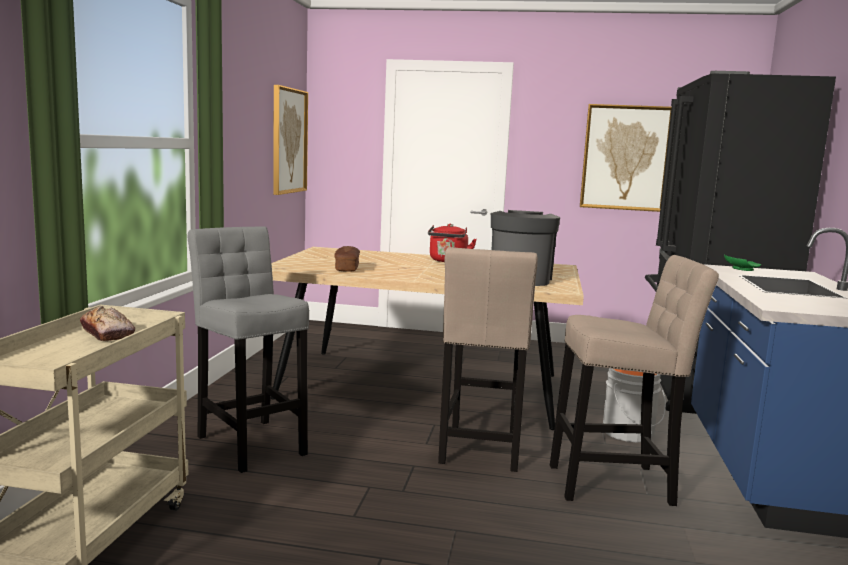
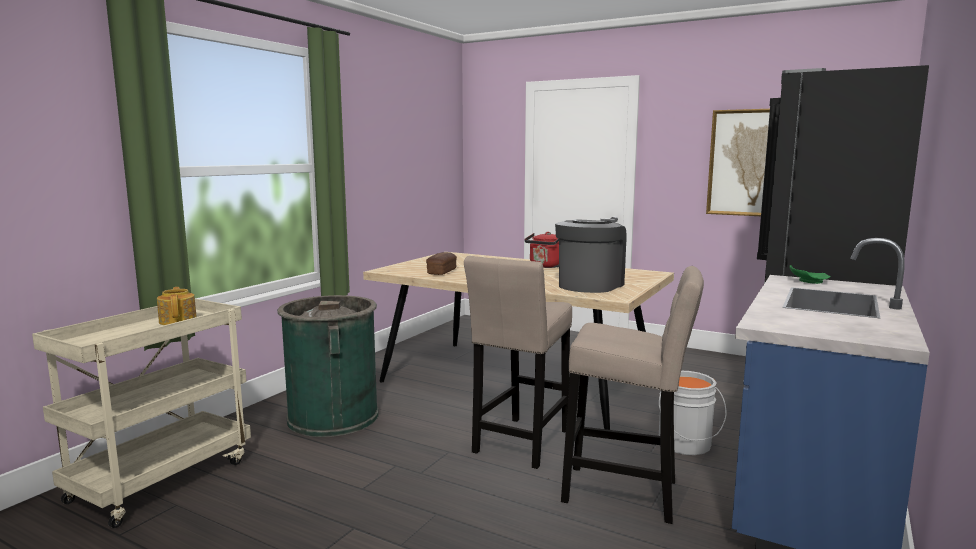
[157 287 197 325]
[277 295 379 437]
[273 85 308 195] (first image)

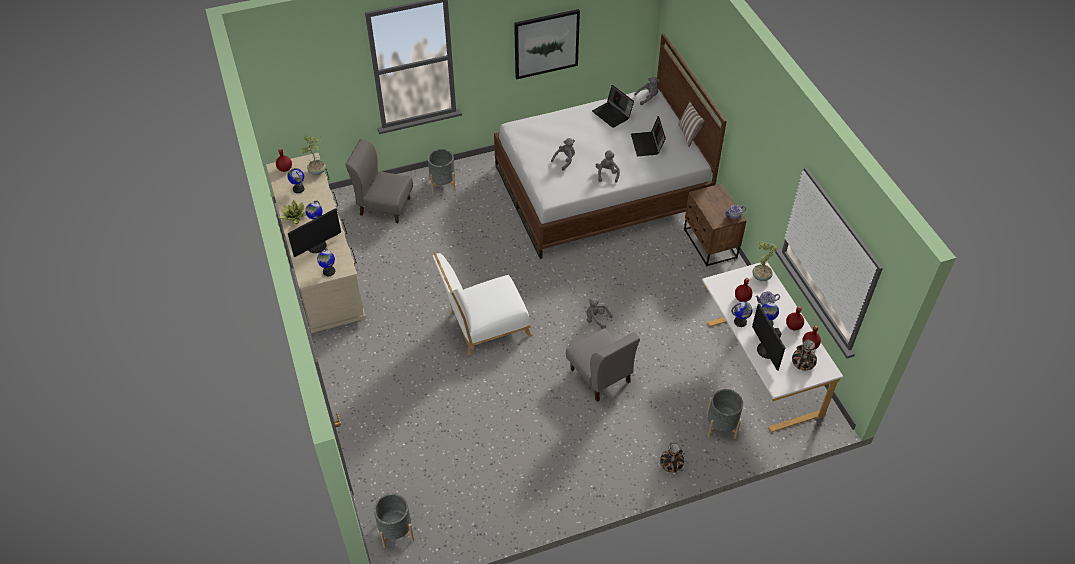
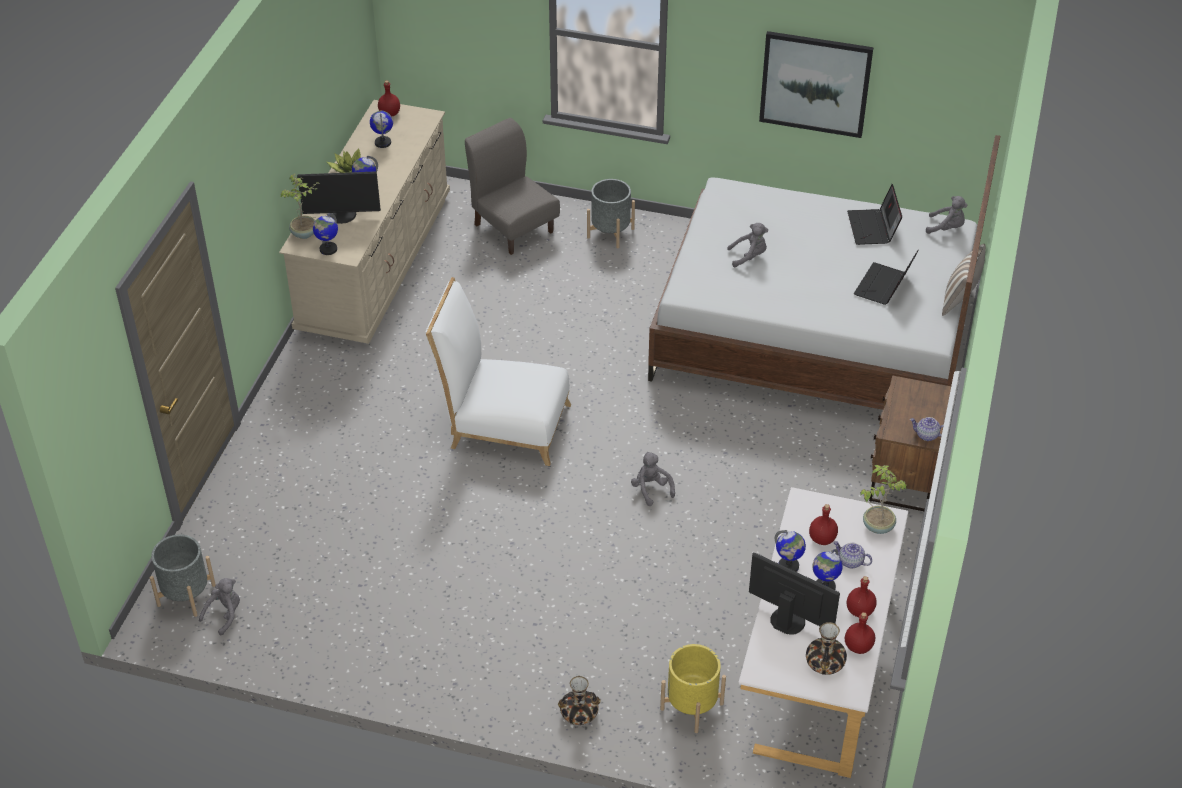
[280 173 318 239]
[566 328 640 402] (first image)
[199 578 240 636]
[660 644 726 733]
[749 553 840 635]

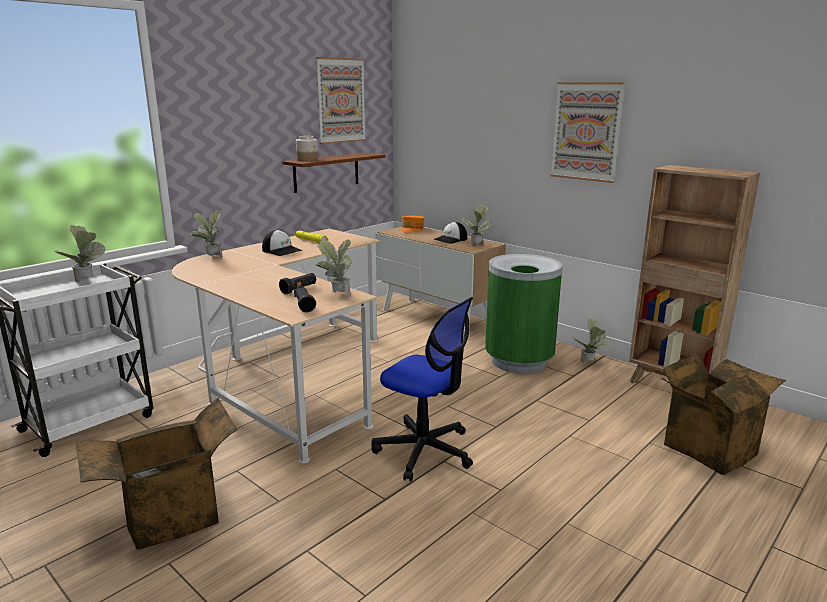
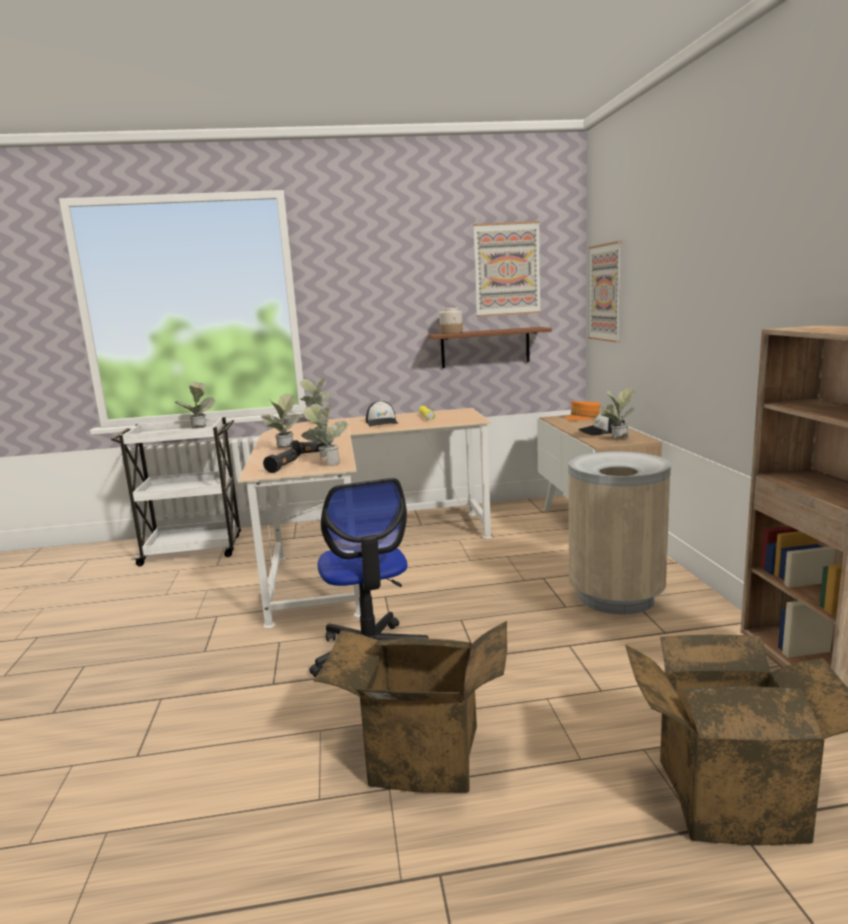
[313 621 507 793]
[568 451 671 615]
[588 241 622 342]
[261 394 300 449]

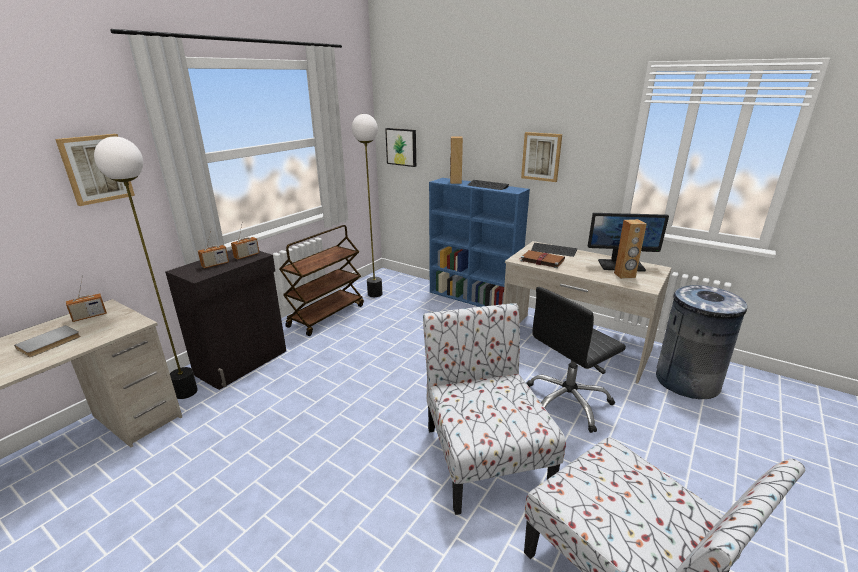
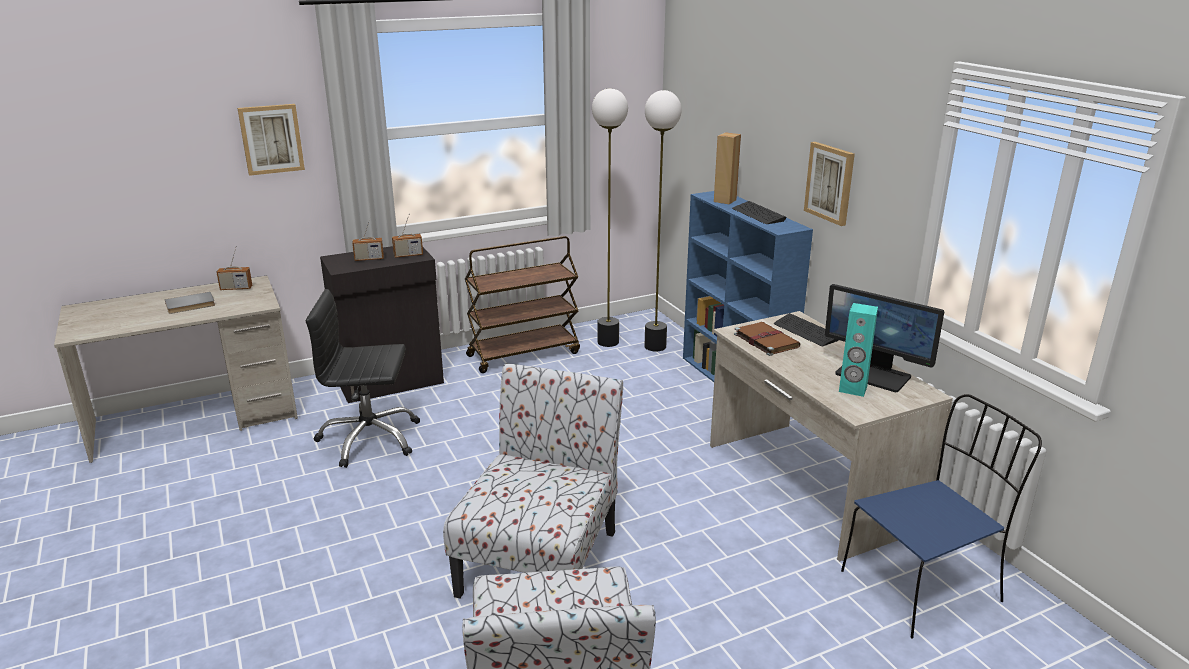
[645 90 682 351]
[385 128 416 167] (first image)
[306 289 420 468]
[839 303 878 397]
[841 394 1042 639]

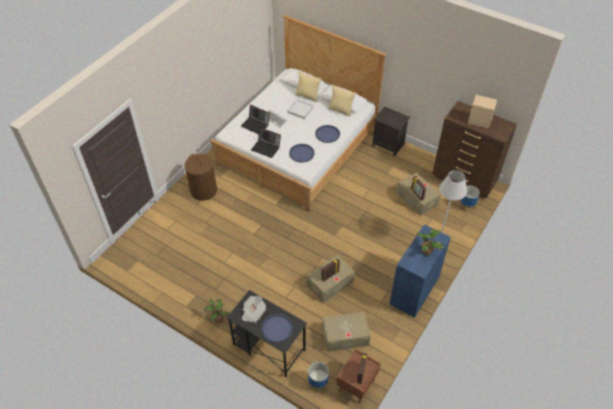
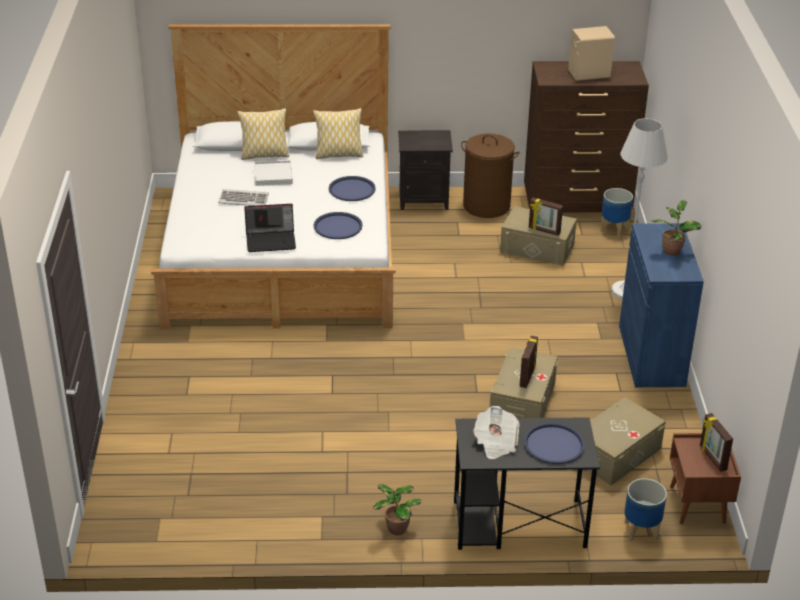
[461 134 520 218]
[241 105 270 134] (first image)

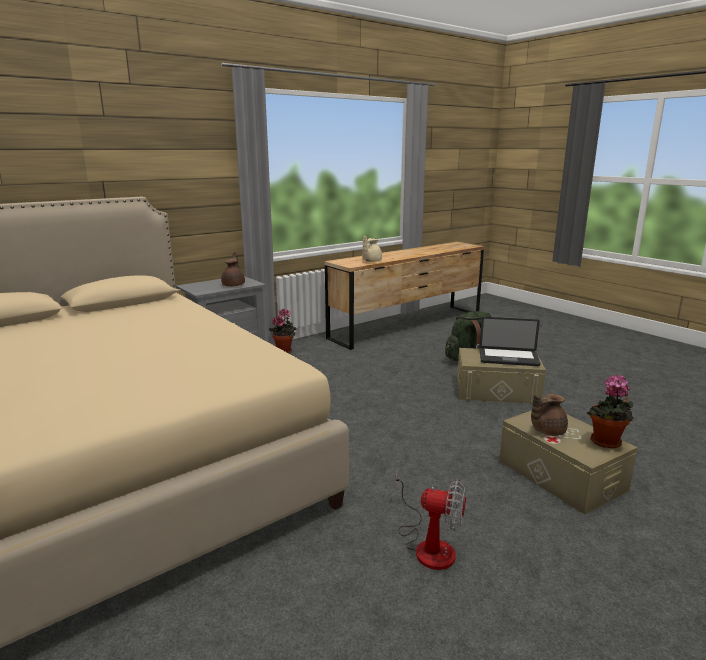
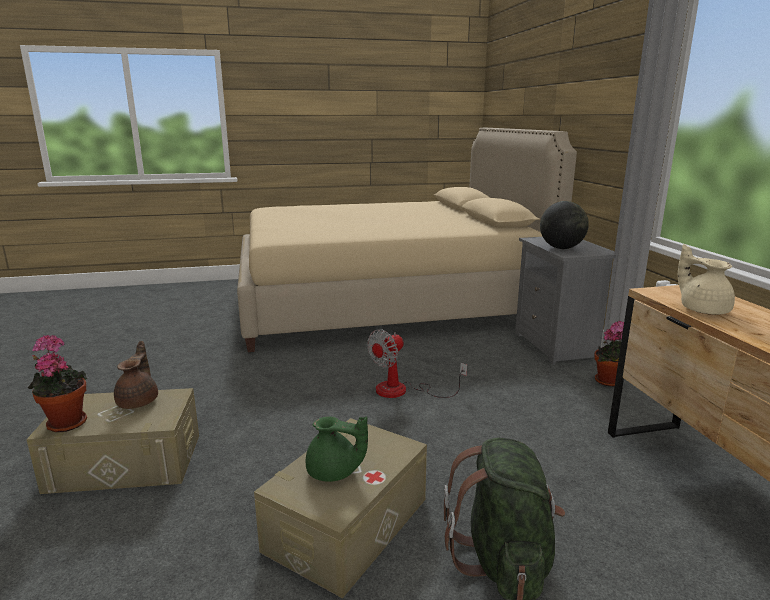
[540 201 589 249]
[367 329 467 398]
[306 416 368 482]

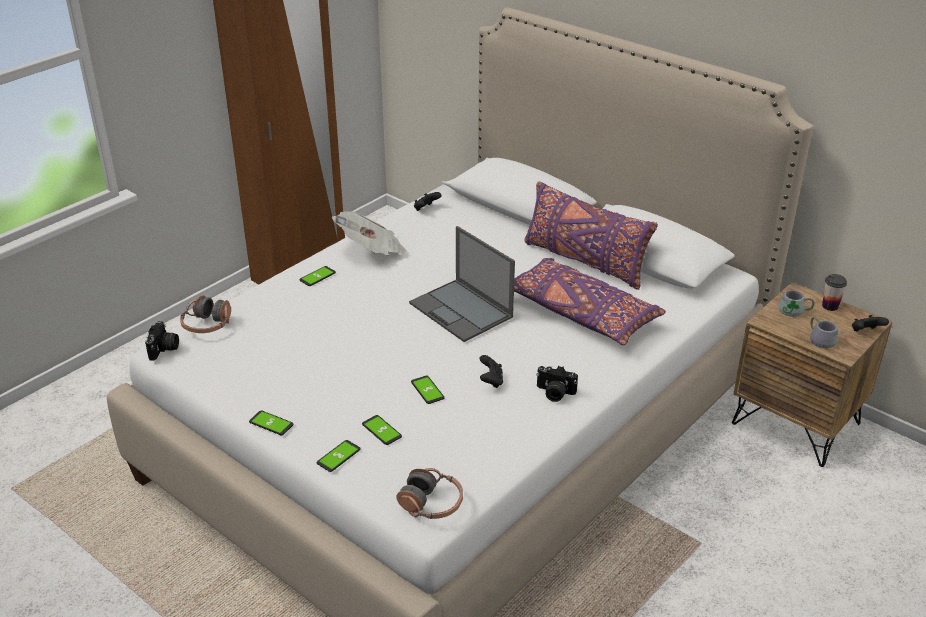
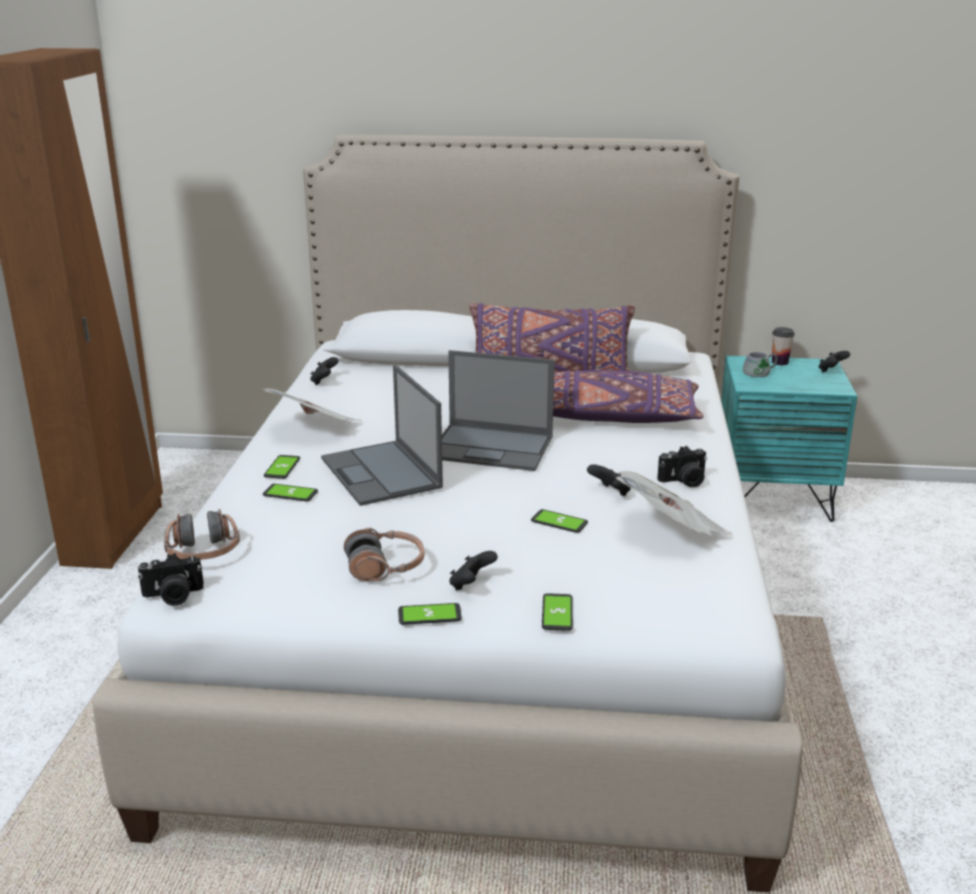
[138 553 204 606]
[263 484 318 502]
[344 528 424 581]
[721 356 857 522]
[810 316 838 348] (first image)
[321 365 443 506]
[449 551 498 591]
[615 471 732 536]

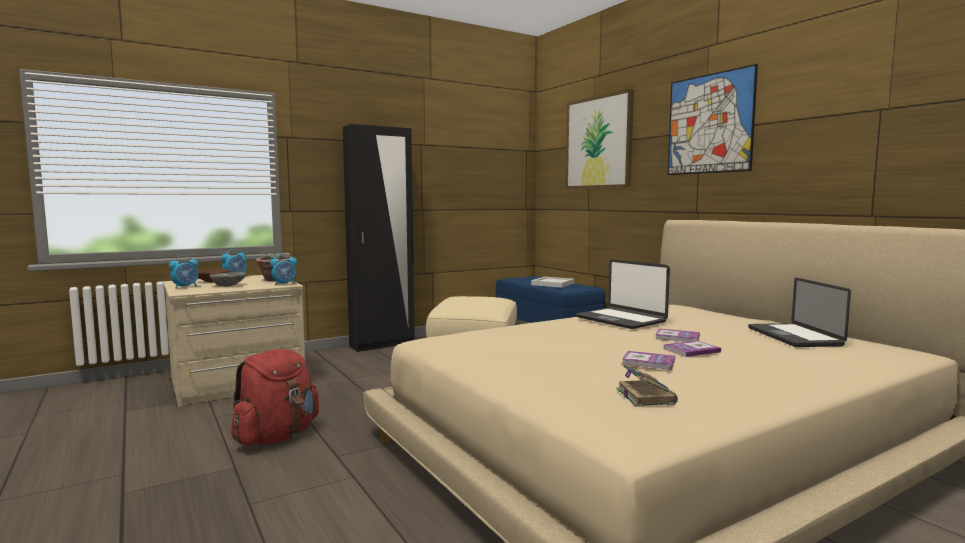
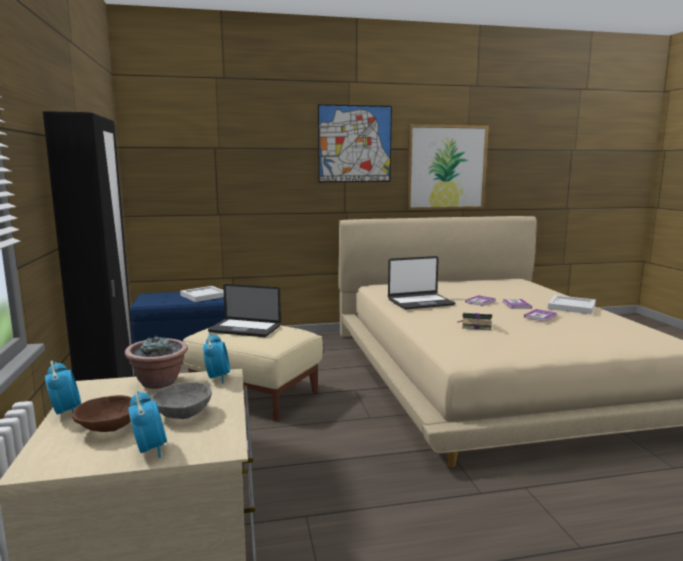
[231 349 319 445] (first image)
[406 124 489 210]
[458 312 492 330]
[208 284 281 337]
[548 295 596 314]

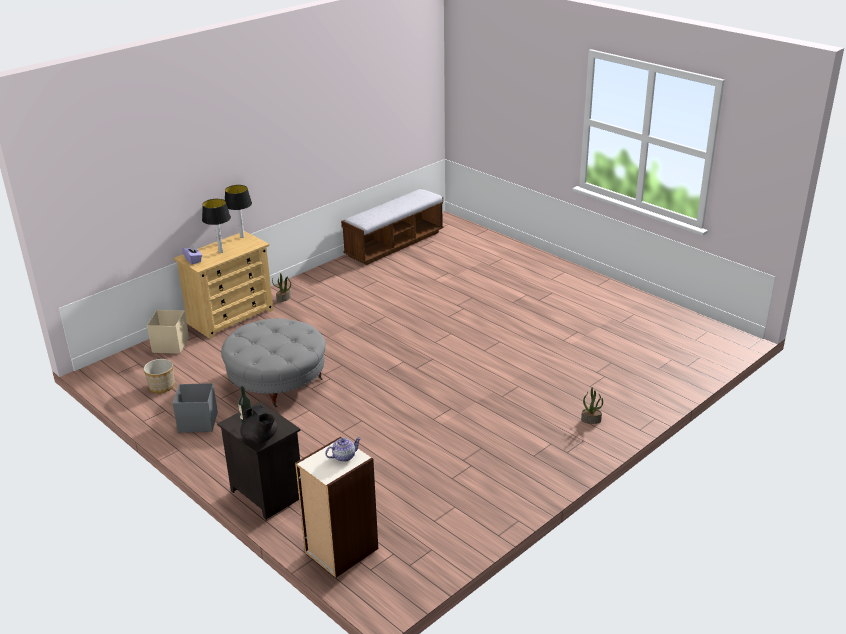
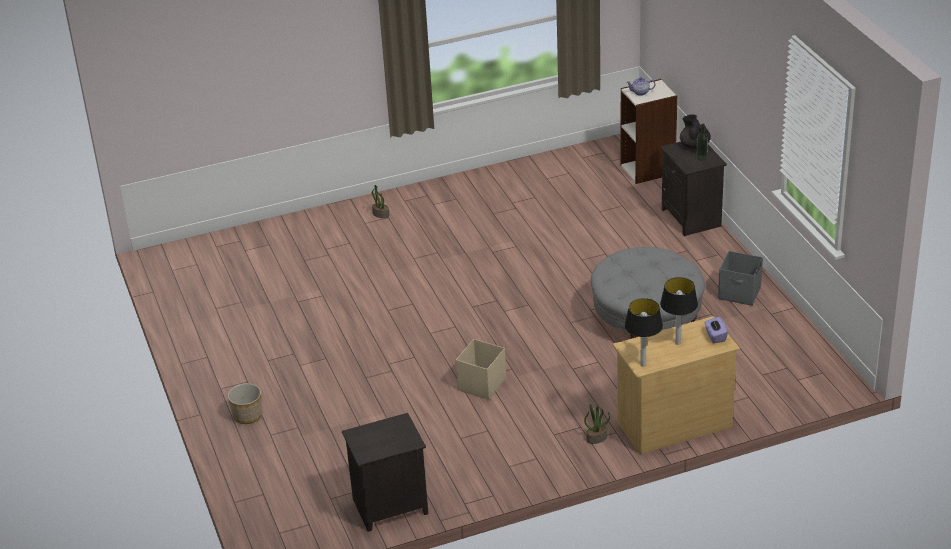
[228 383 262 424]
[456 339 506 400]
[342 413 428 532]

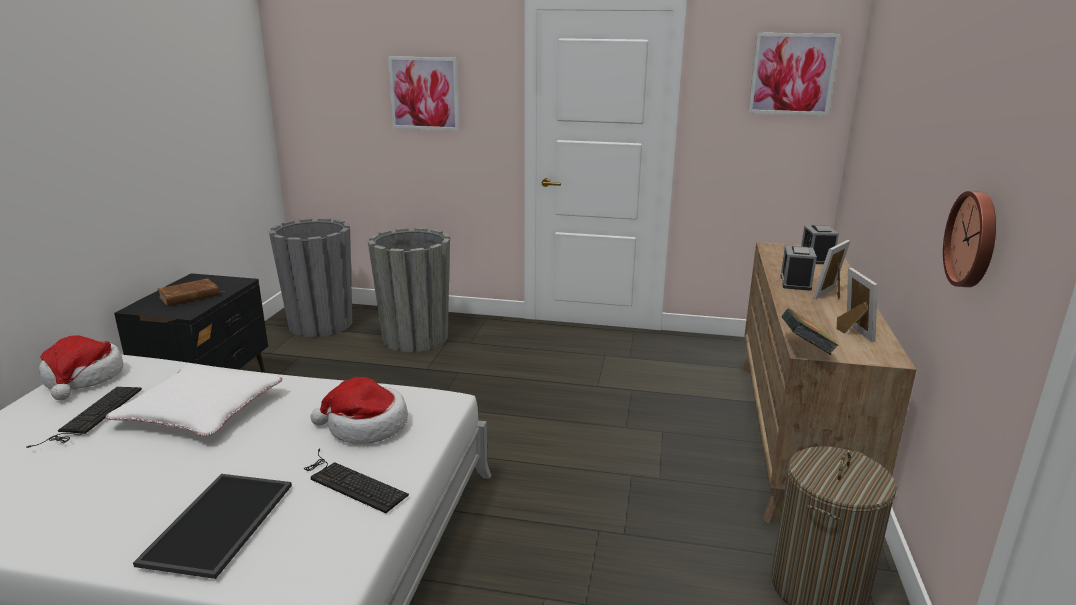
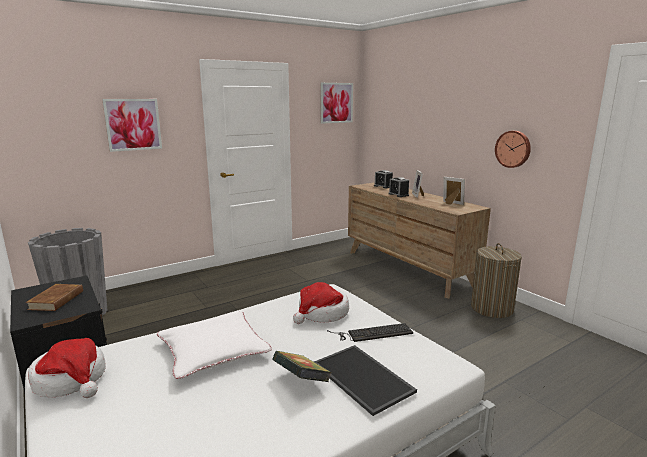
[26 387 142 448] (first image)
[368 227 450 352] (first image)
[272 351 332 382]

